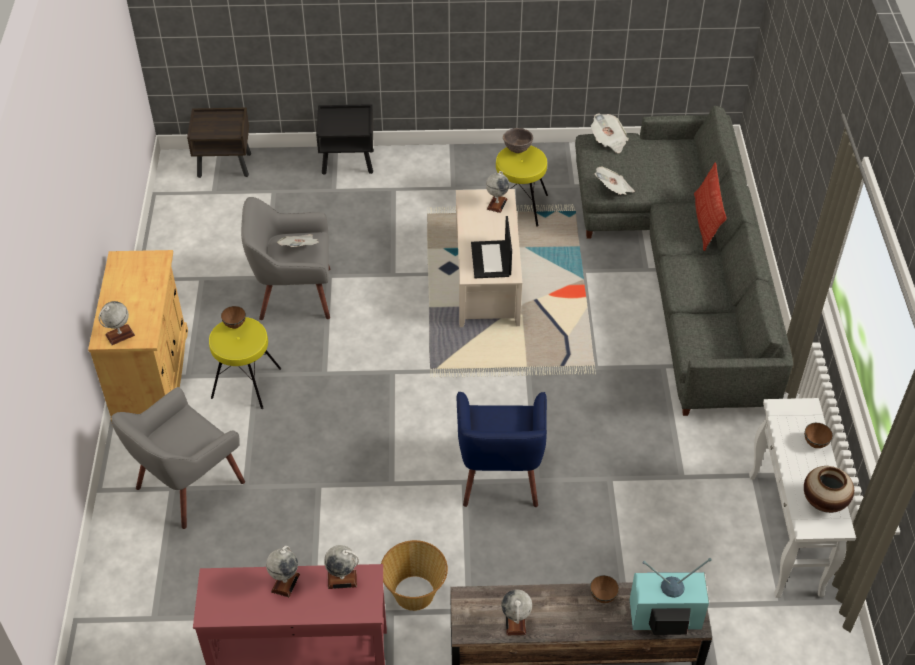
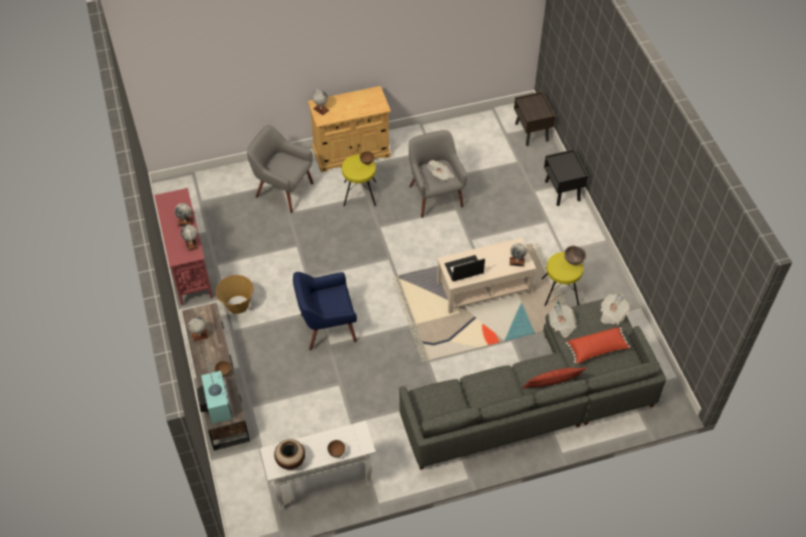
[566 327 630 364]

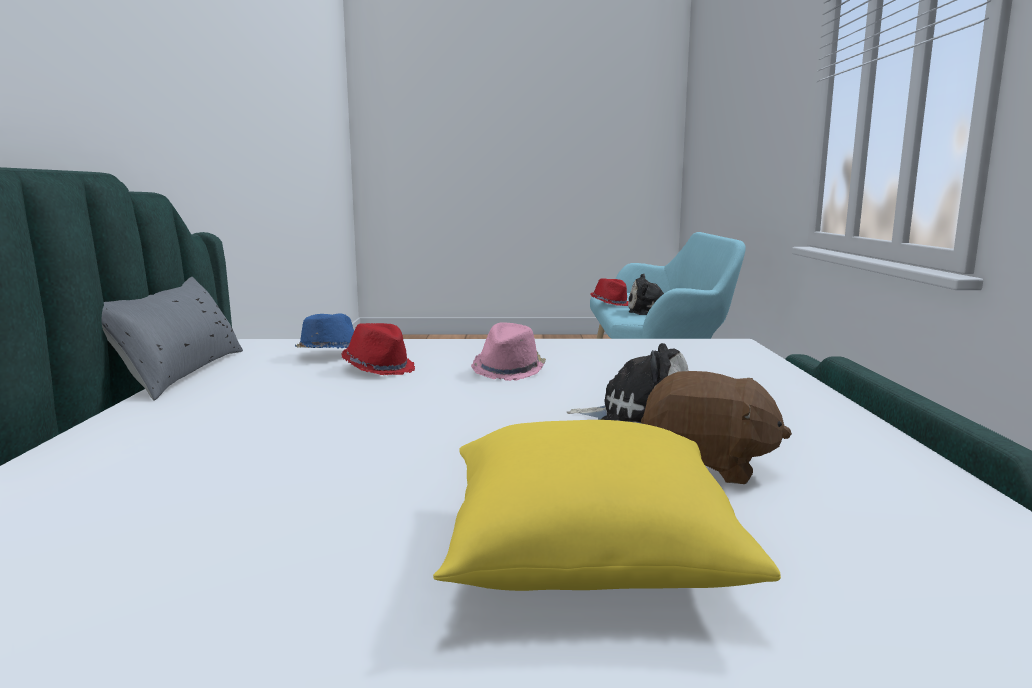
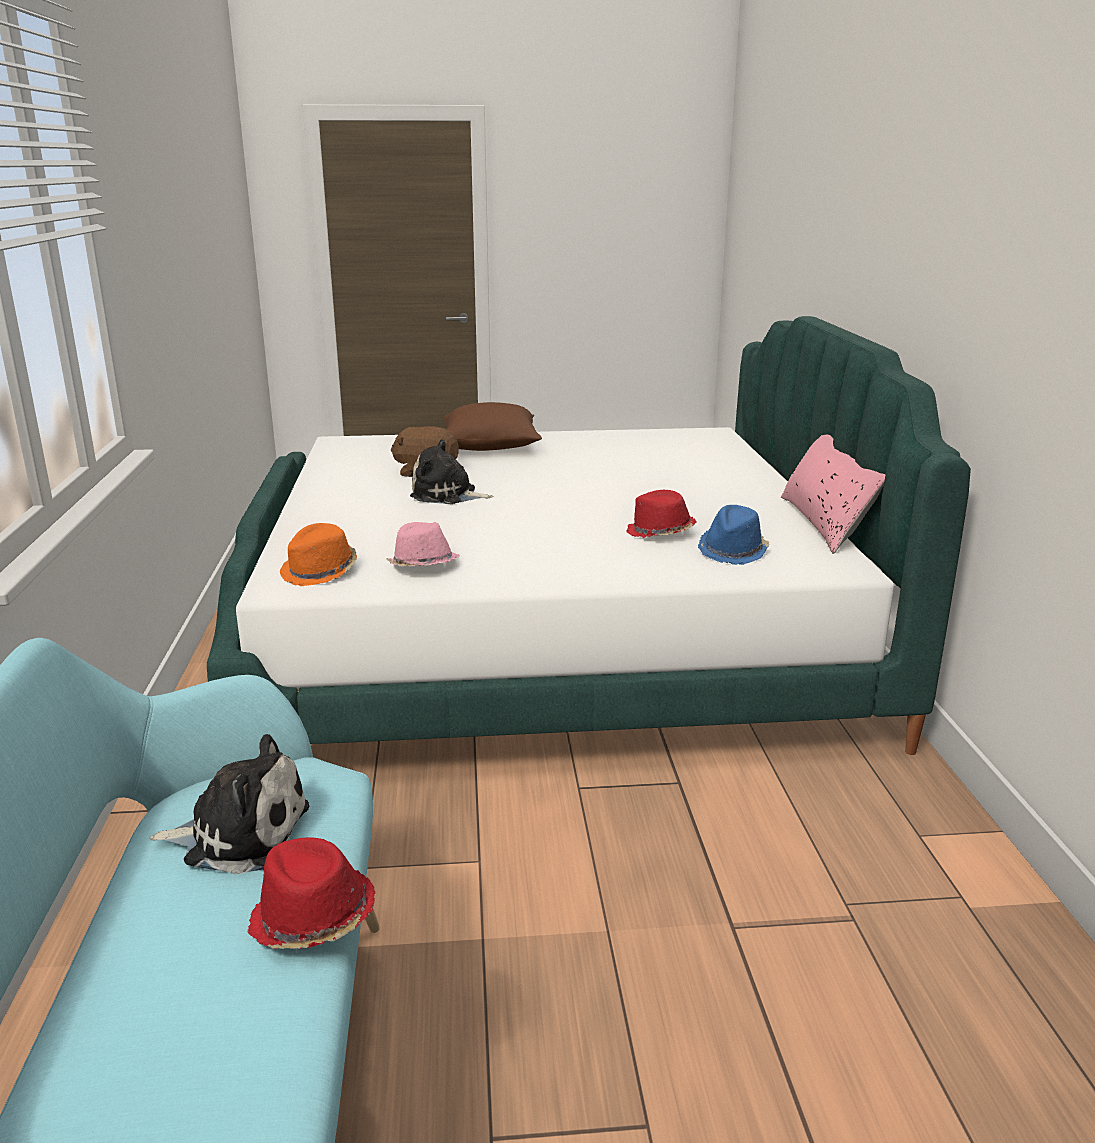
[781 435 886 554]
[444 402 542 451]
[387 522 460 566]
[280 523 357 586]

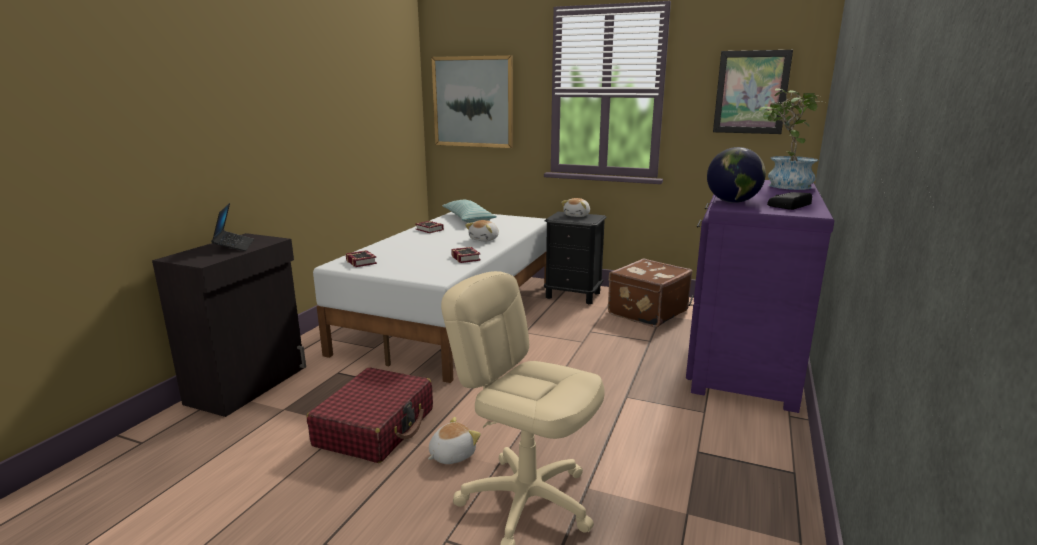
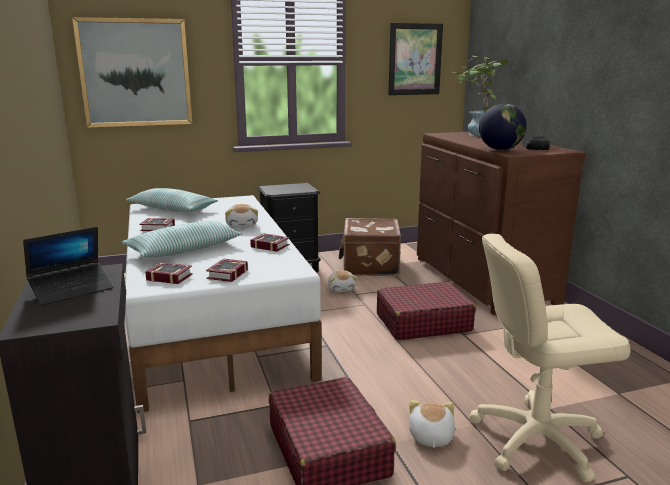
[23 227 113 306]
[328 270 358 292]
[417 132 585 315]
[122 221 242 258]
[206 259 248 282]
[377 282 476 340]

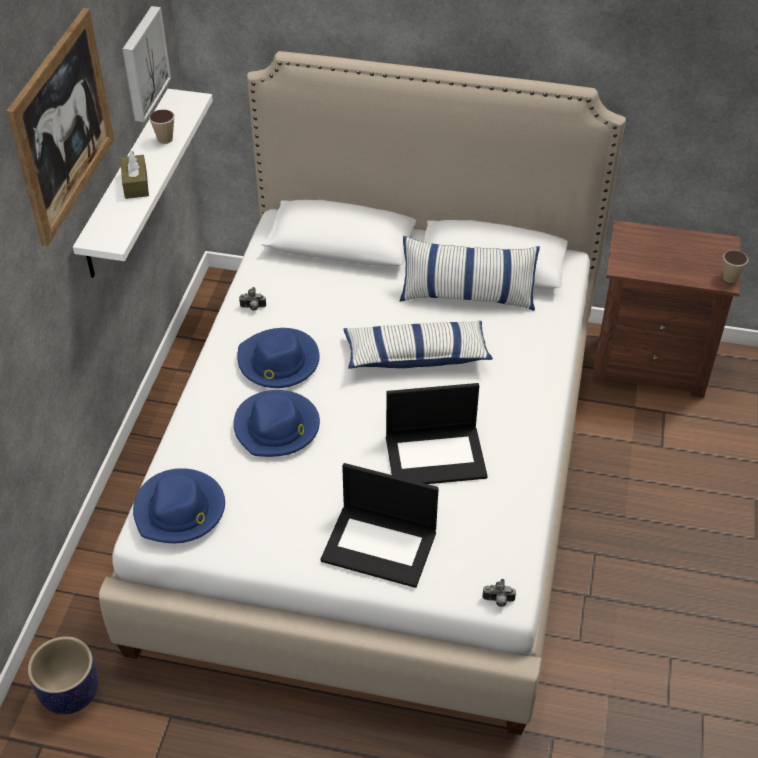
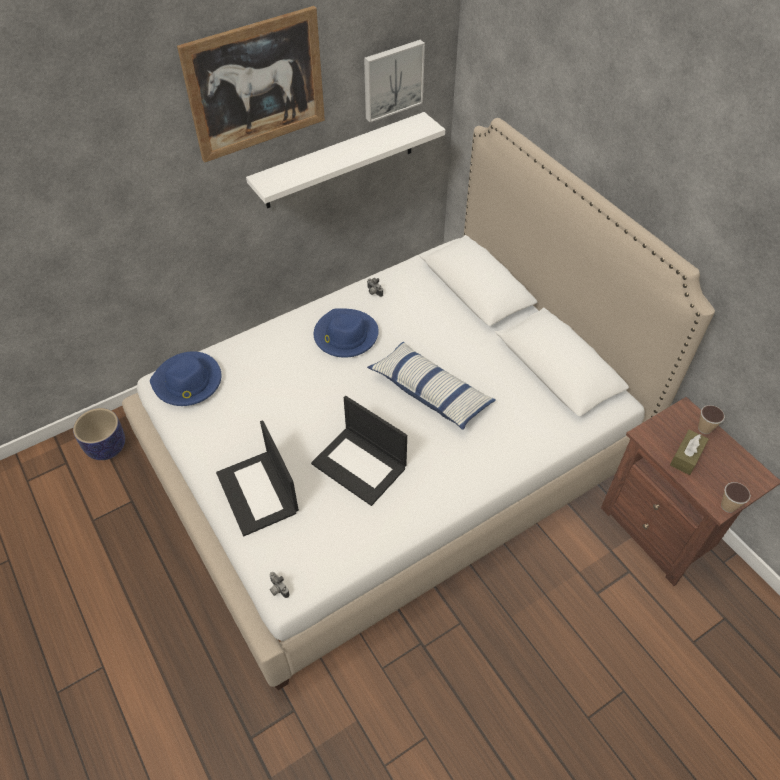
[670 430 709 475]
[698 405 725 434]
[234 390 320 457] (first image)
[400 236 540 311] (first image)

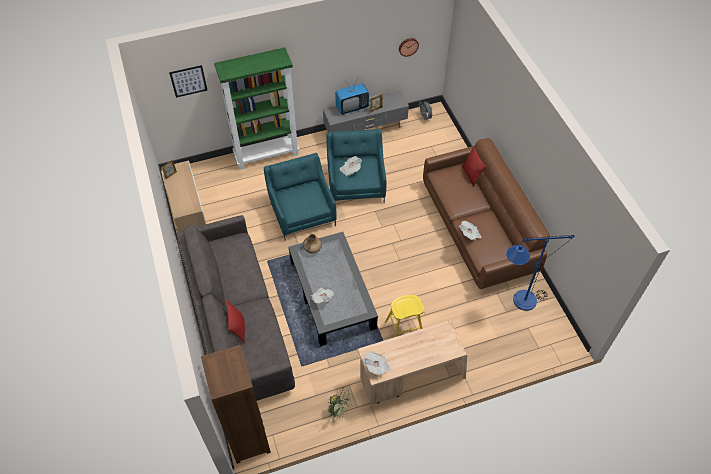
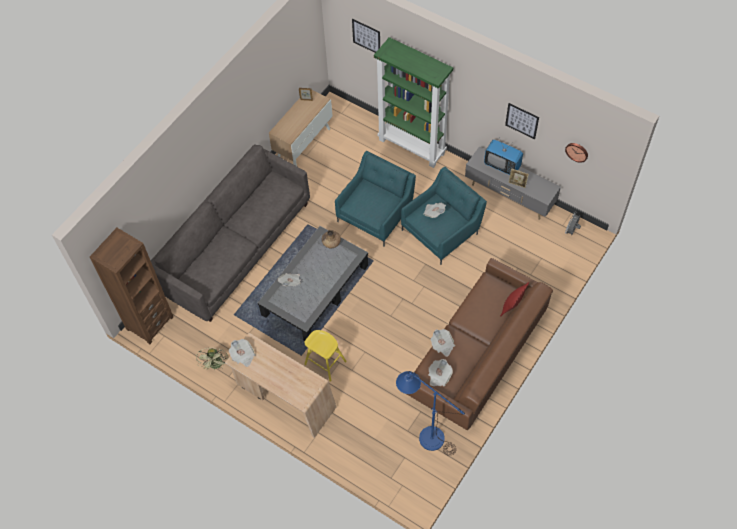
[226 299 245 343] (first image)
[428 359 453 386]
[505 103 539 139]

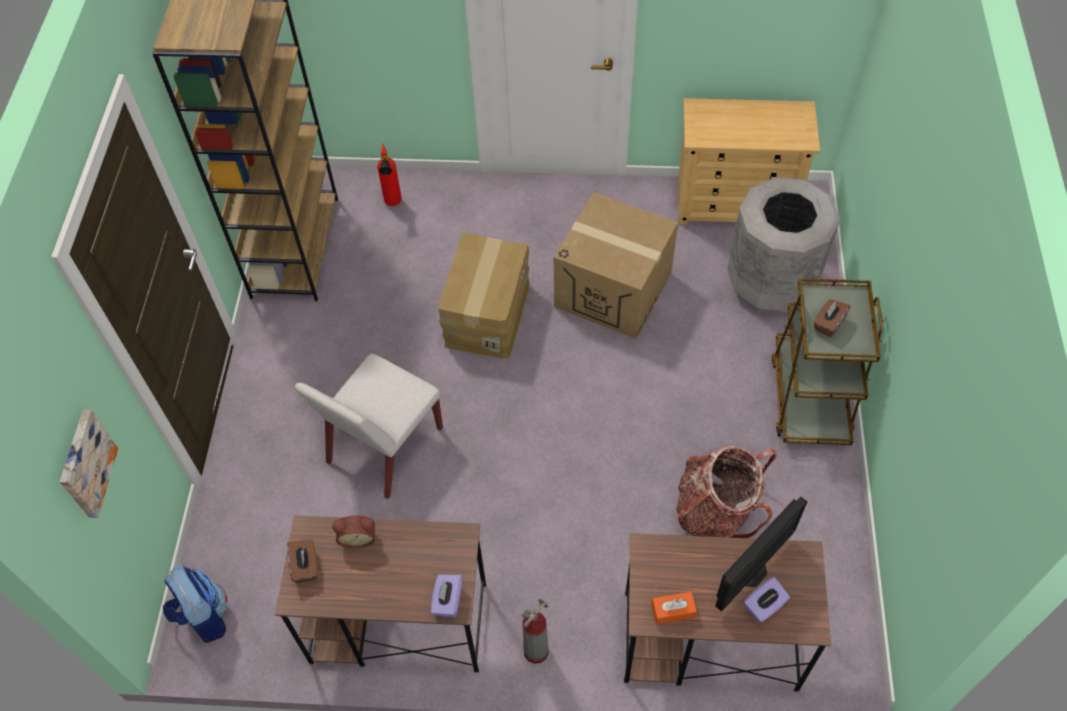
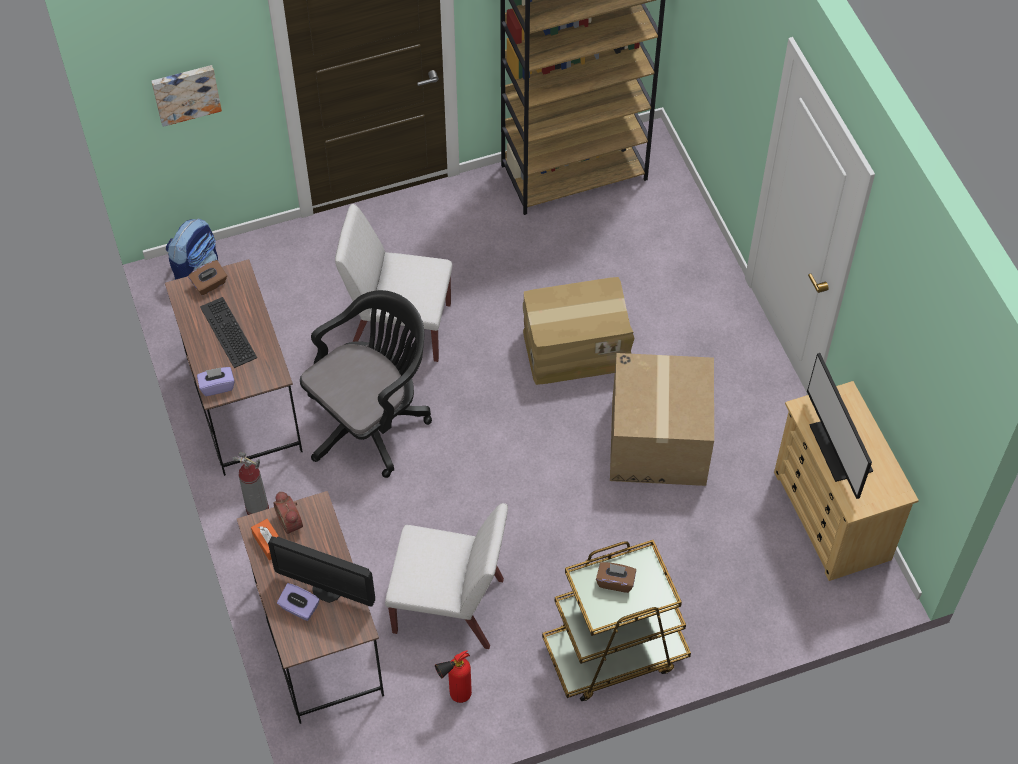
[274 491 303 535]
[435 650 472 703]
[385 503 508 649]
[727 177 840 314] (first image)
[200 297 257 368]
[300 290 432 478]
[807 353 873 499]

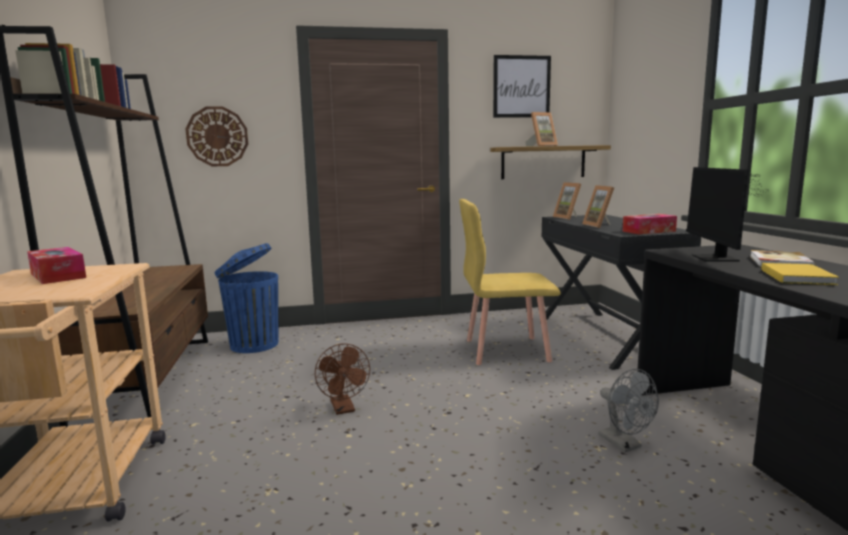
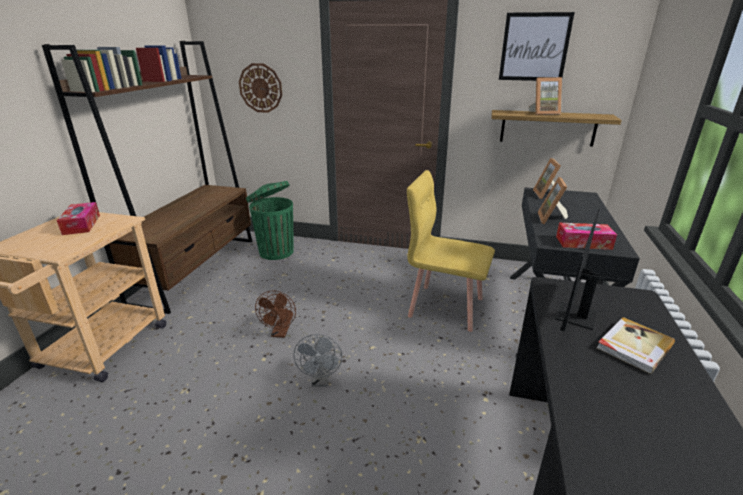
[246 181 294 260]
[293 334 342 387]
[761 263 839 285] (first image)

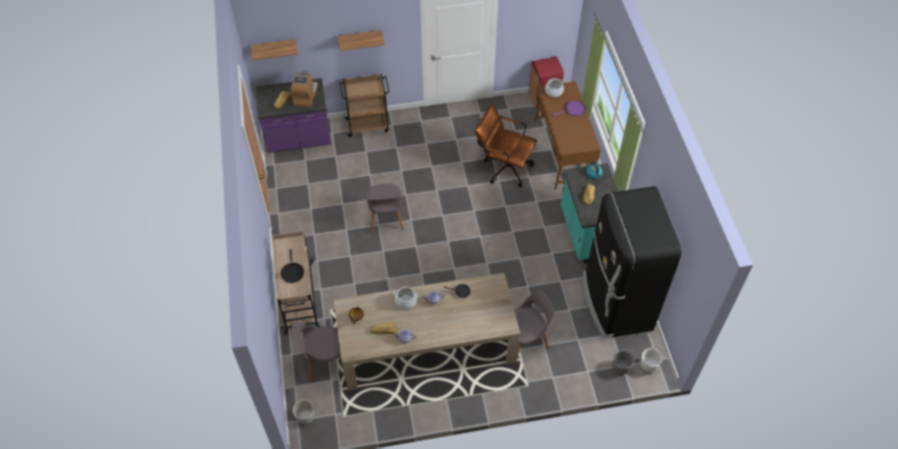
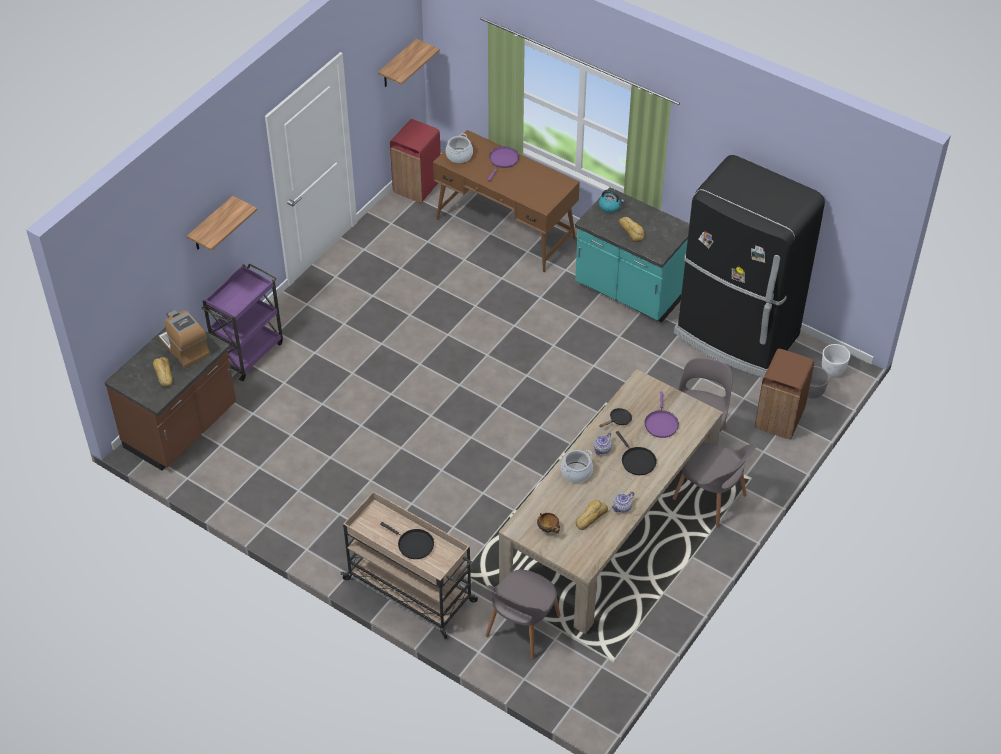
[378 39 440 87]
[104 327 236 471]
[293 400 315 424] (first image)
[201 263 283 381]
[672 443 756 527]
[474 103 537 187] (first image)
[616 431 657 475]
[645 391 679 438]
[755 349 814 439]

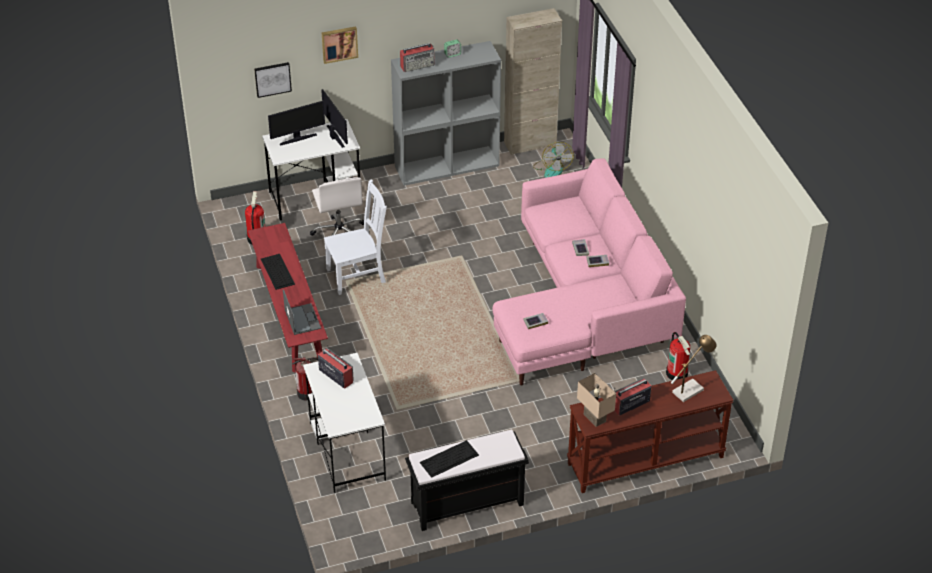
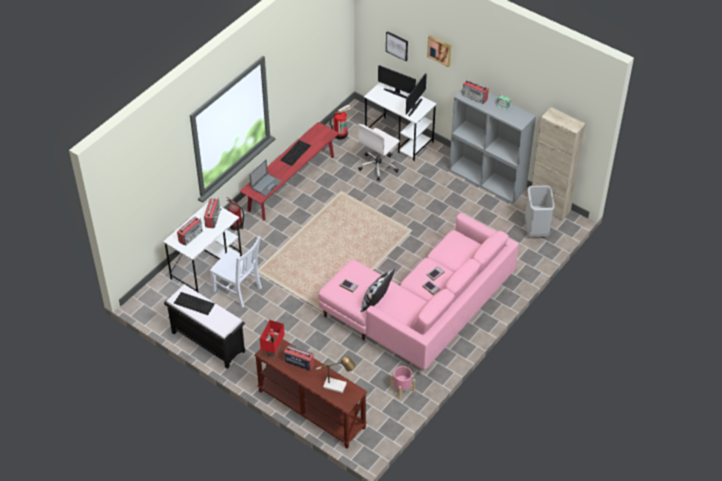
[210 236 262 308]
[525 185 555 237]
[260 320 285 358]
[390 366 415 399]
[177 217 203 246]
[361 269 395 312]

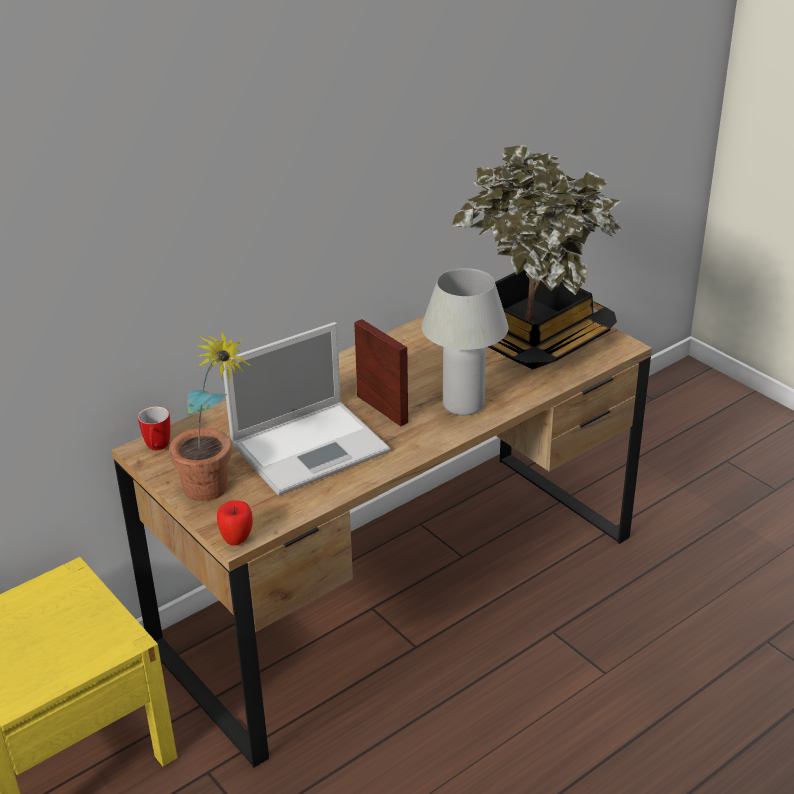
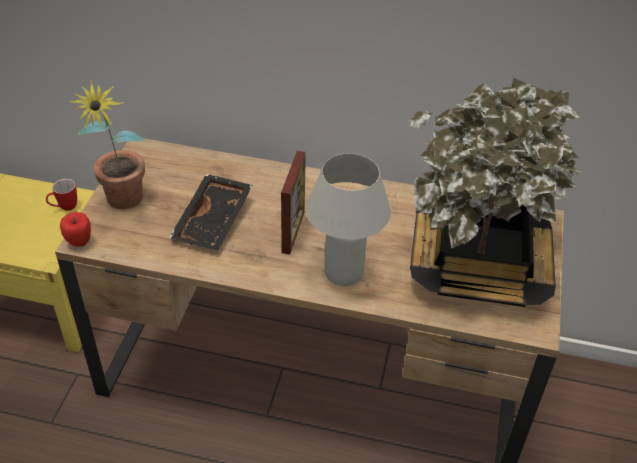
[46 179 77 211]
[169 174 253 250]

